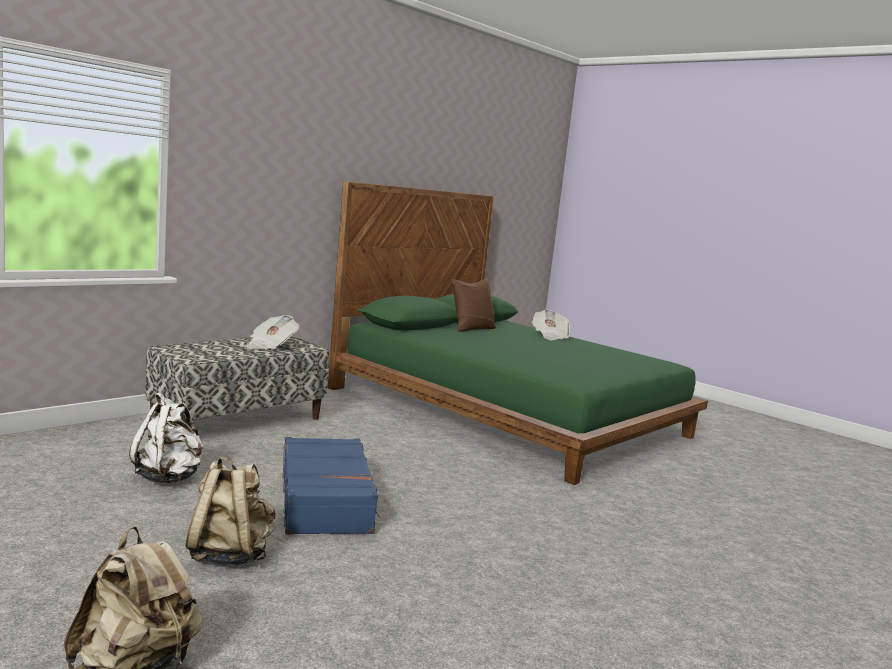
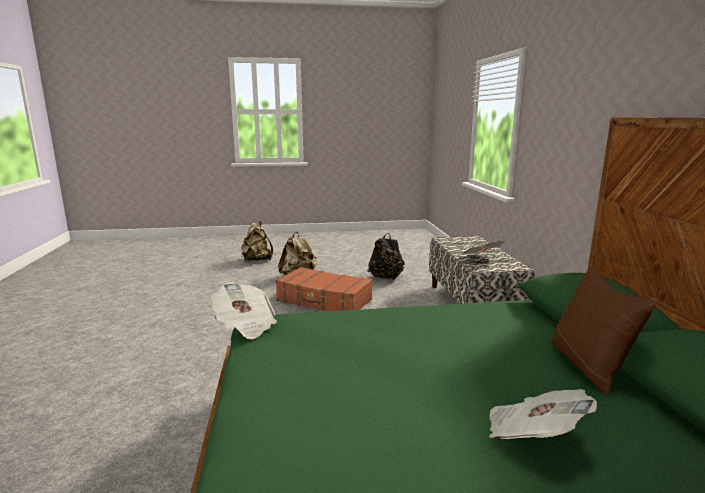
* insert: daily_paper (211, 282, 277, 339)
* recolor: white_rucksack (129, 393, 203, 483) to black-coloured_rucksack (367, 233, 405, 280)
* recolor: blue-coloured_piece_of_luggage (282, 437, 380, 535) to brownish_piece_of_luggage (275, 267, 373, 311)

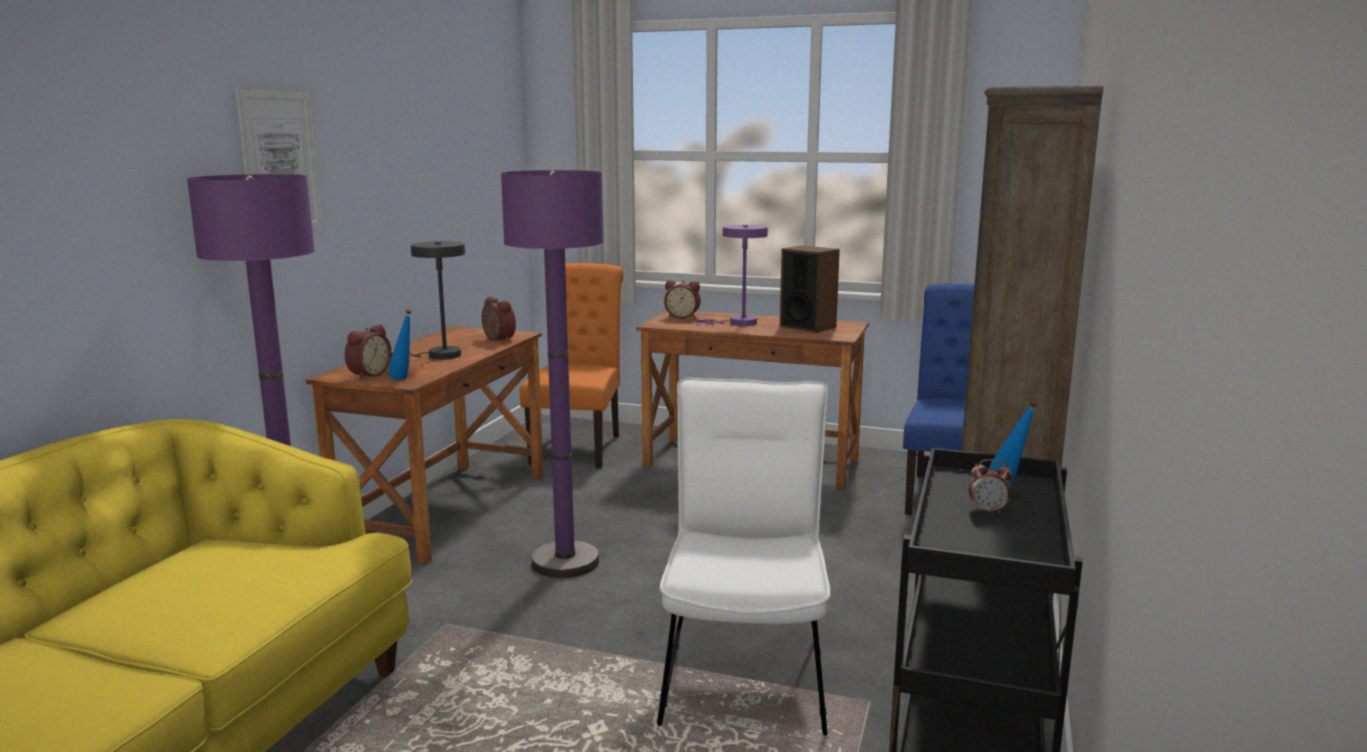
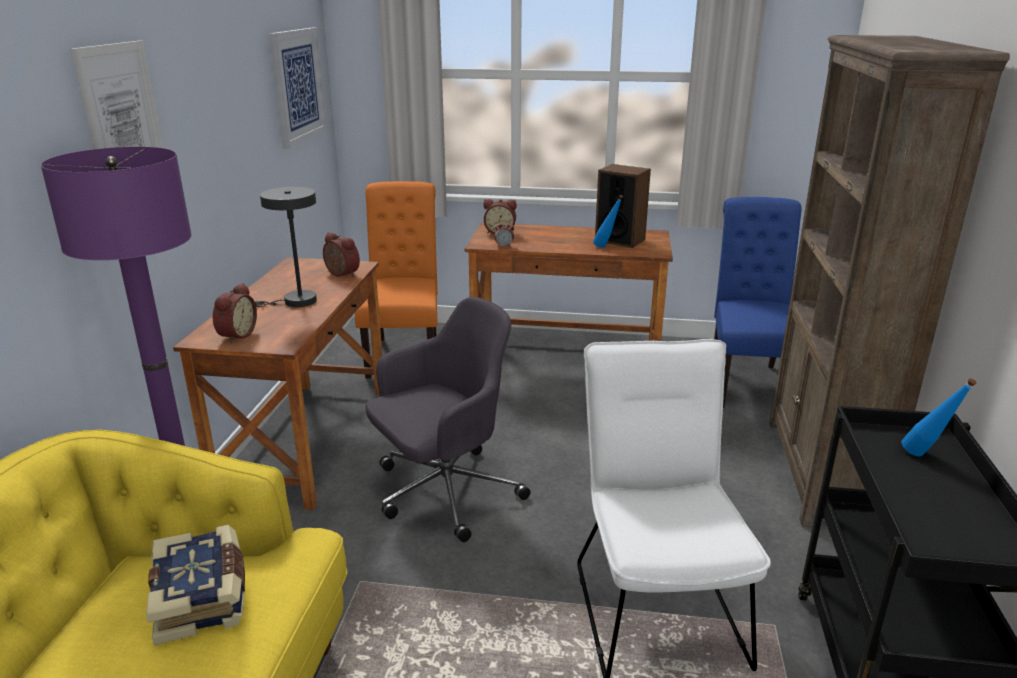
* delete: purple-coloured_tabletop_lamp (695, 225, 768, 326)
* insert: volume (146, 525, 245, 645)
* insert: picture (269, 28, 326, 149)
* move: blue-coloured_bottle (388, 309, 412, 380) to (593, 195, 623, 248)
* move: bedside_clock (969, 459, 1012, 514) to (494, 220, 514, 247)
* replace: purple-coloured_standing_lamp (501, 170, 604, 578) to greyish_desk_chair (365, 297, 530, 542)

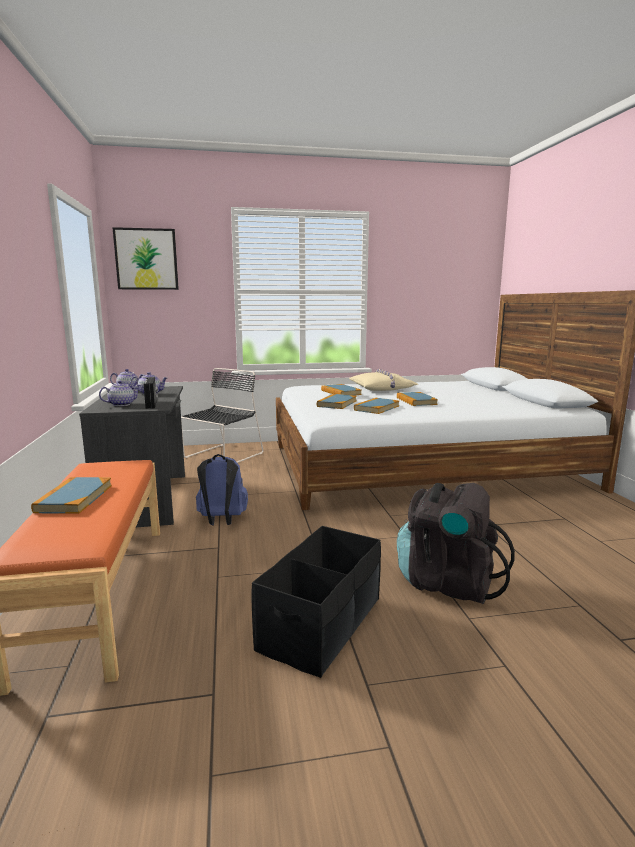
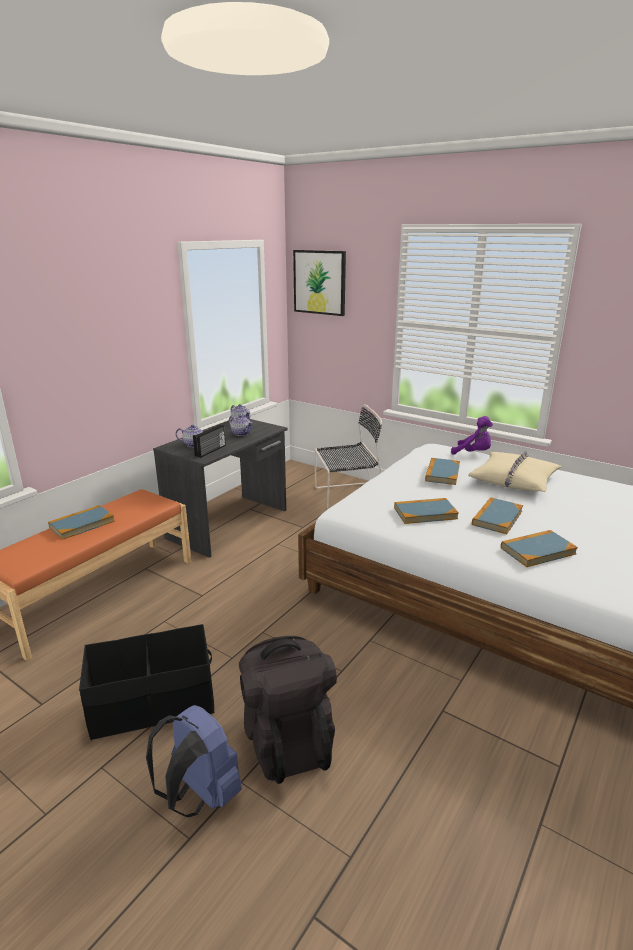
* insert: purple-coloured_soft_toy (451, 416, 493, 455)
* move: blue-coloured_rucksack (196, 454, 248, 525) to (146, 705, 242, 817)
* move: volume (317, 394, 357, 409) to (501, 530, 578, 567)

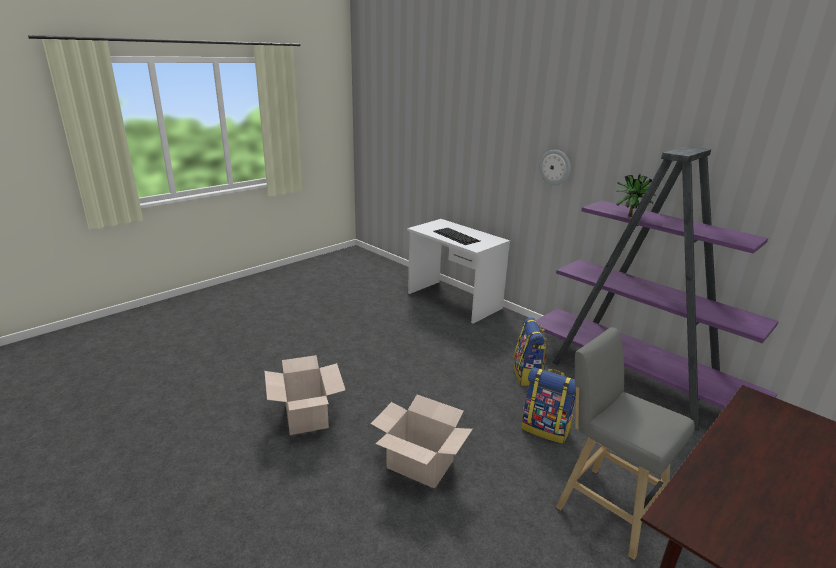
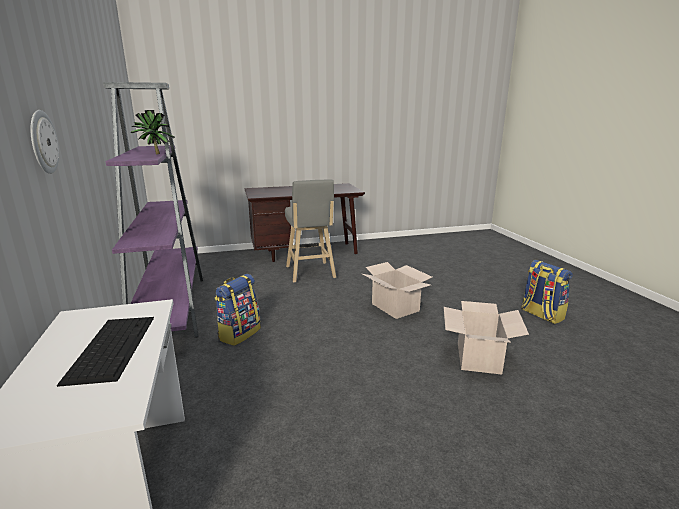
* move: rucksack (521, 367, 576, 444) to (521, 260, 573, 324)

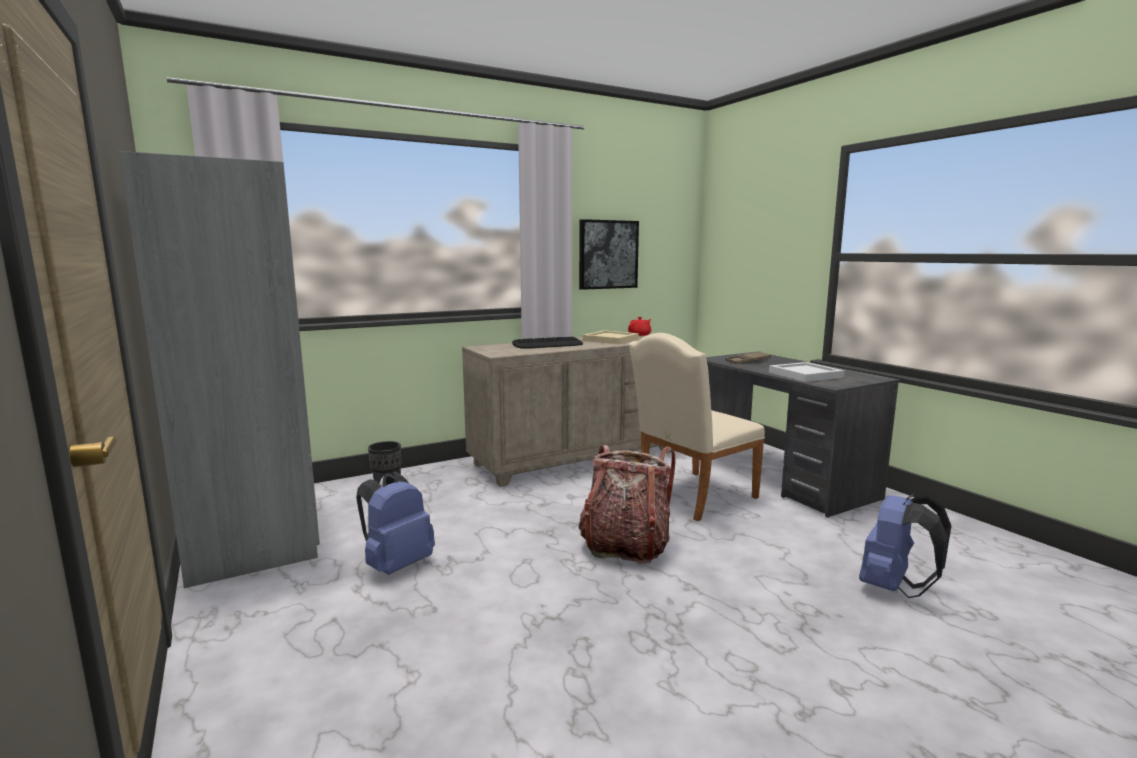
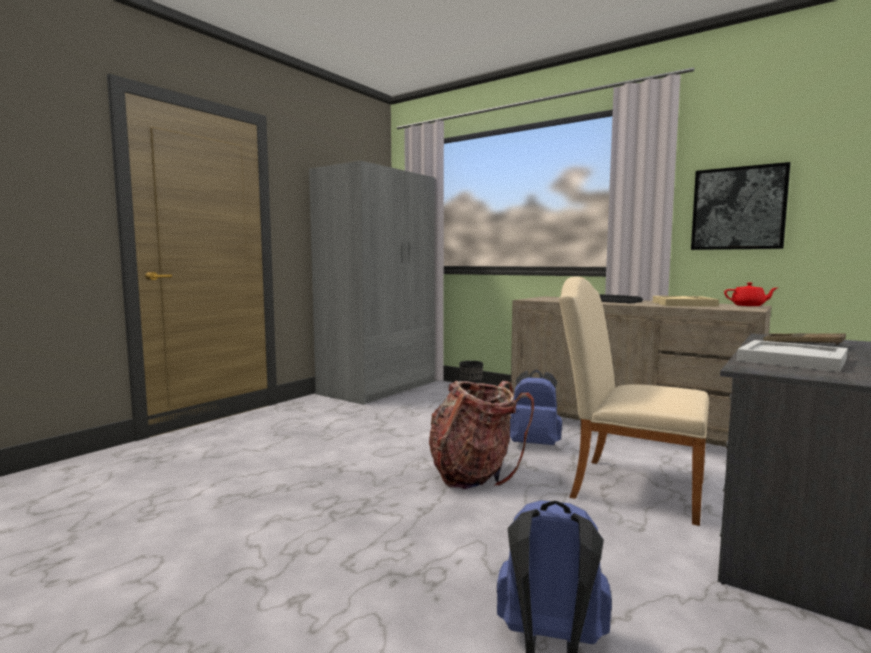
* move: blue-coloured_rucksack (356, 472, 435, 575) to (510, 369, 562, 445)

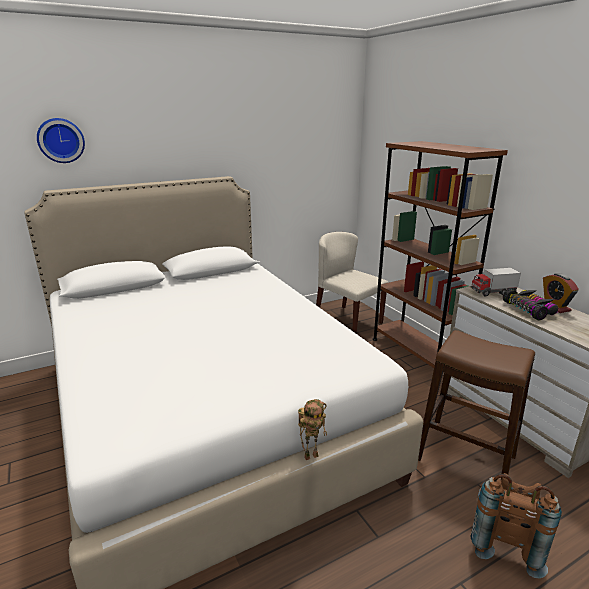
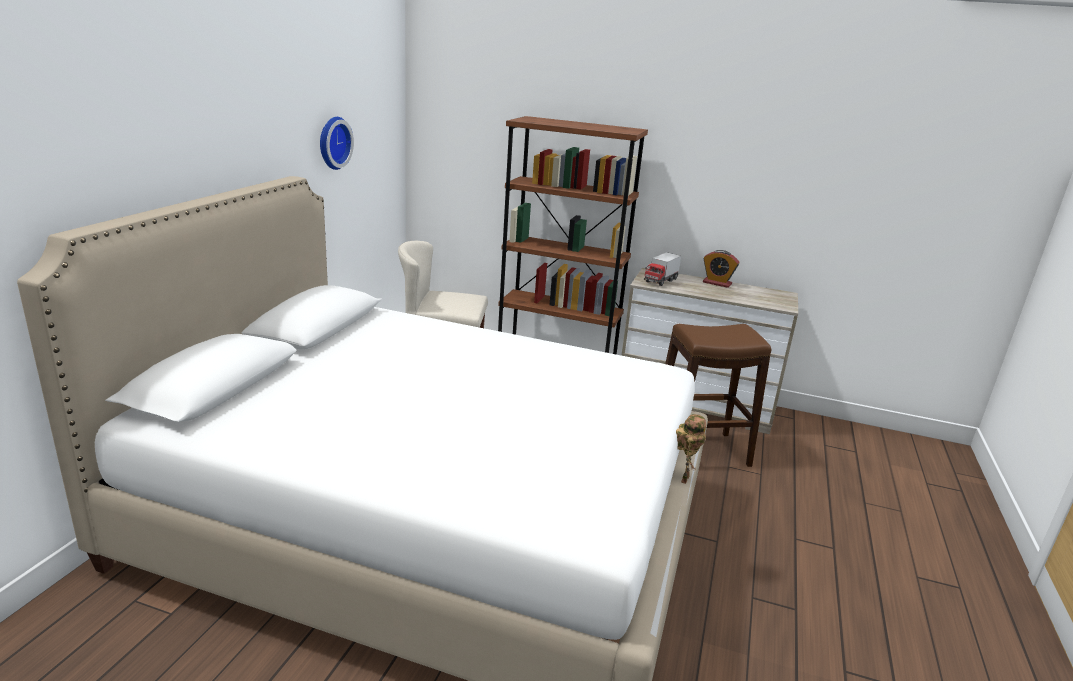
* delete: brownish_rucksack (471, 473, 562, 579)
* delete: miniature_car (503, 289, 558, 320)
* move: hanging_clock (37, 118, 85, 163) to (320, 117, 354, 170)

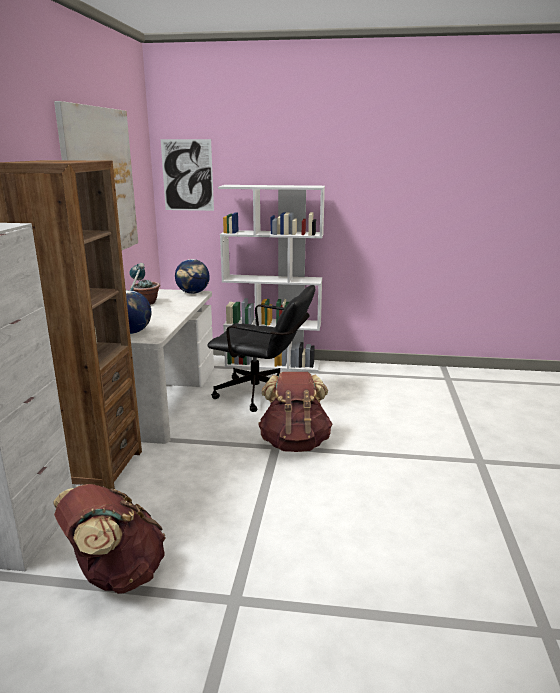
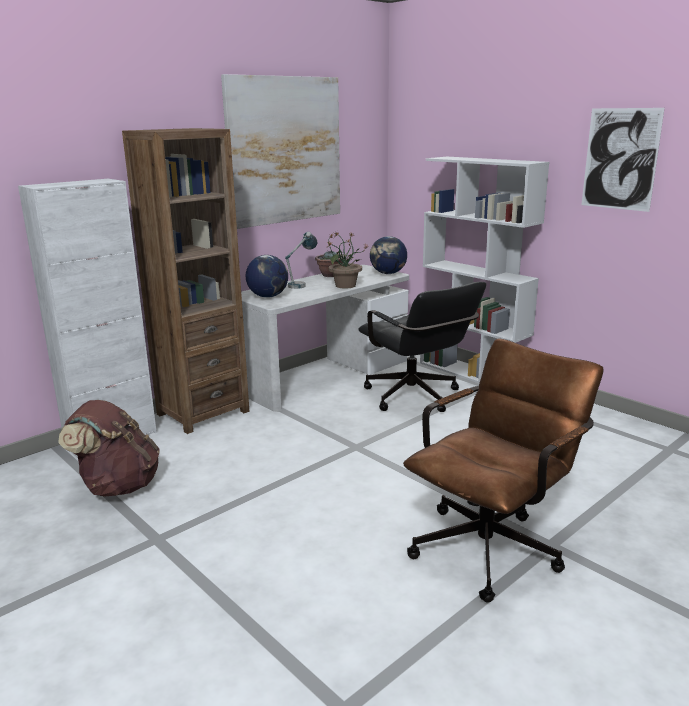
* delete: brownish_rucksack (258, 372, 333, 452)
* insert: houseplant (320, 232, 368, 289)
* insert: brownish_desk_chair (403, 338, 604, 602)
* move: picture (161, 139, 214, 211) to (582, 108, 665, 212)

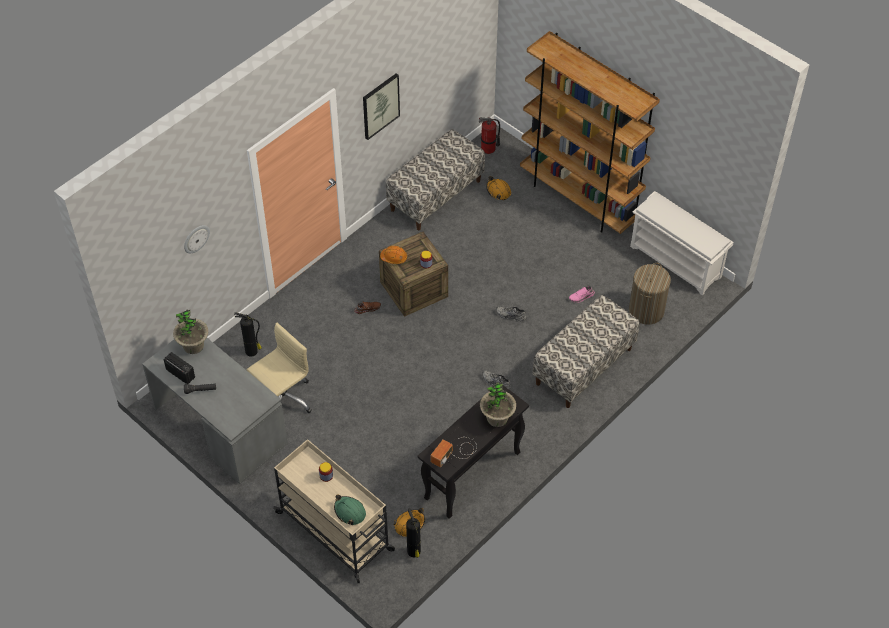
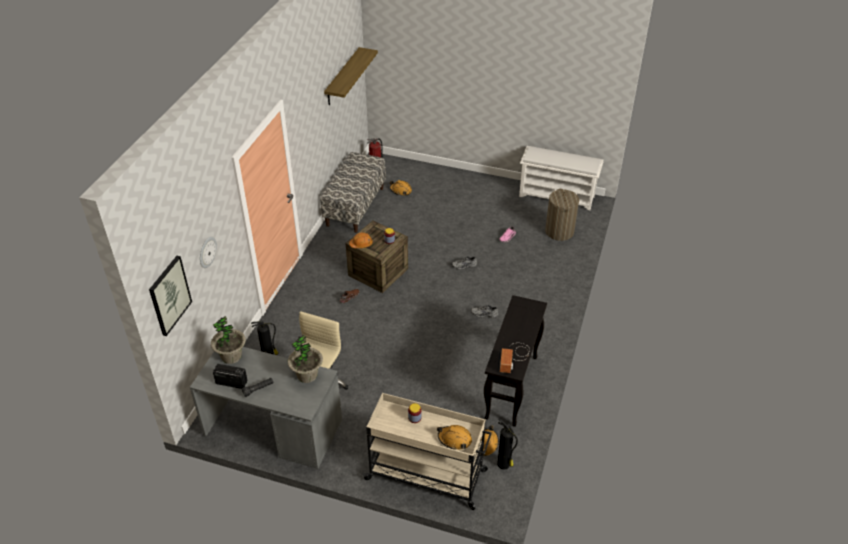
* delete: brownish_bookshelf (520, 31, 660, 234)
* delete: long_seat (532, 295, 640, 408)
* insert: wall_shelf (324, 47, 378, 105)
* move: picture (363, 74, 400, 140) to (149, 256, 192, 336)
* move: houseplant (480, 382, 516, 427) to (288, 334, 323, 383)
* recolor: greenish_work_helmet (334, 495, 366, 525) to orange-coloured_work_helmet (437, 425, 472, 450)

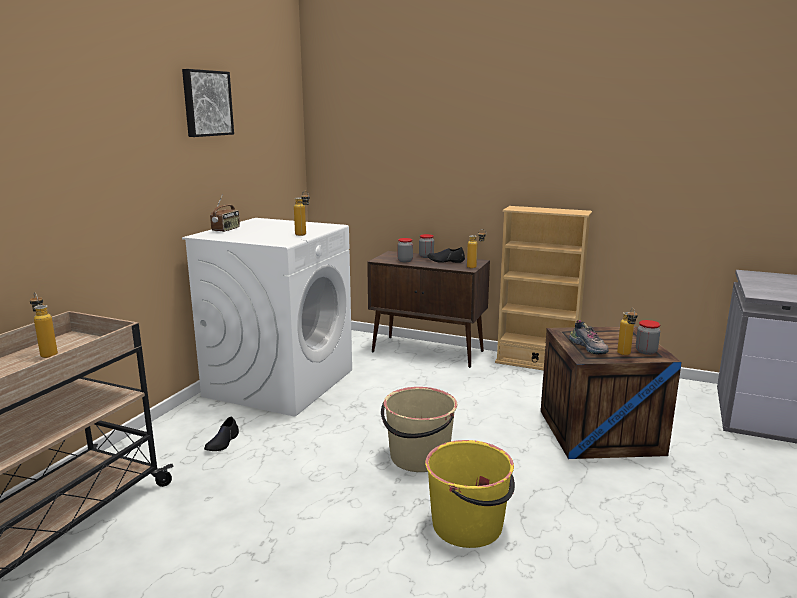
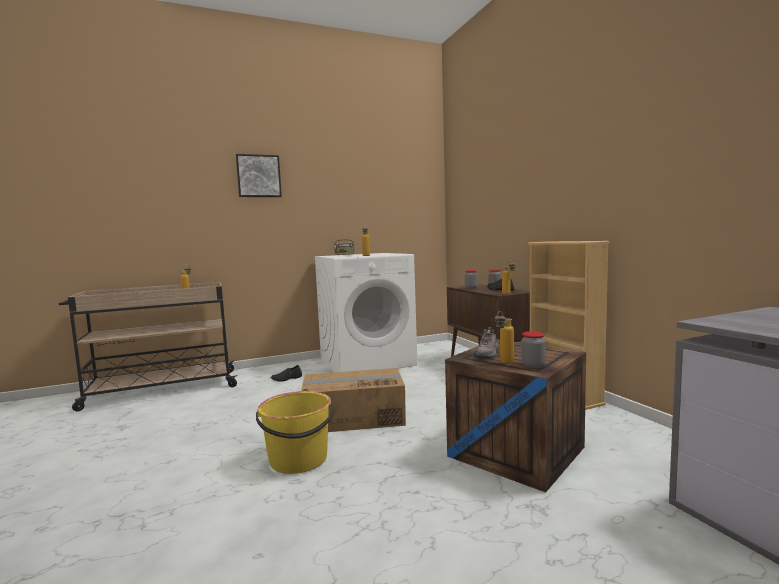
* move: picture (182, 69, 234, 137) to (236, 154, 282, 197)
* replace: beige-coloured_bucket (381, 387, 457, 472) to carton (301, 368, 406, 432)

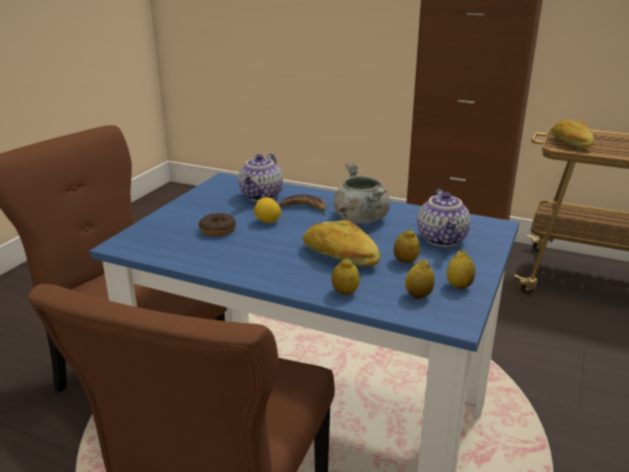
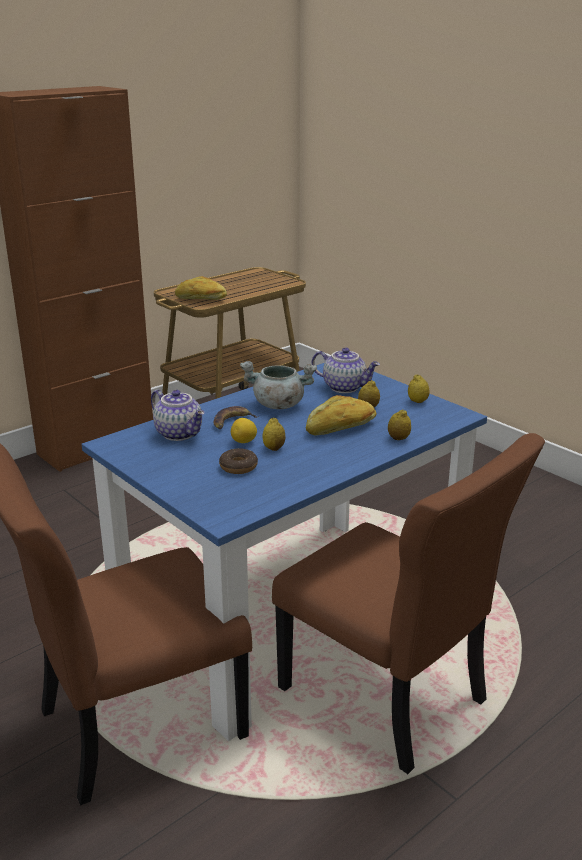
* move: whole_lemon (405, 259, 435, 299) to (262, 418, 286, 451)

